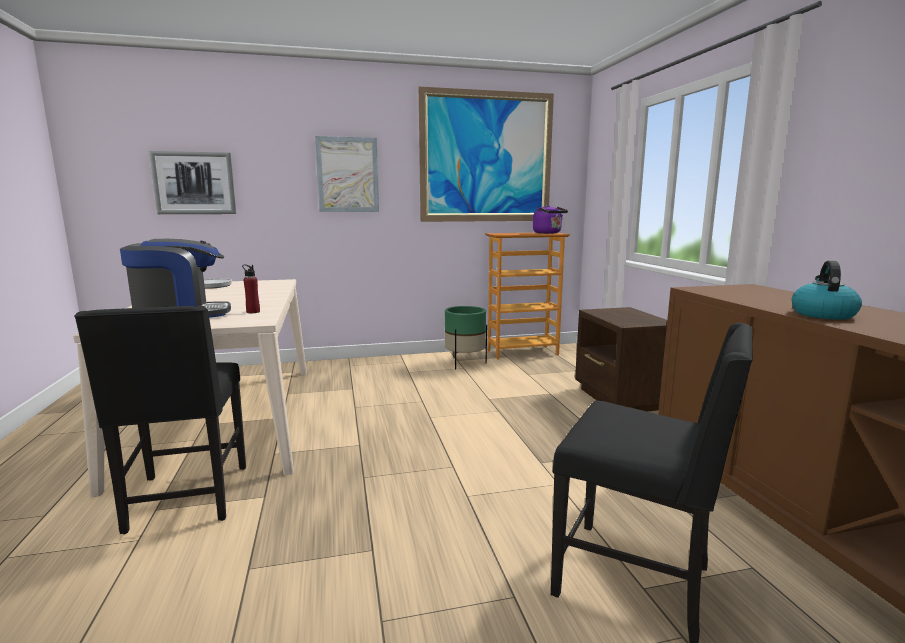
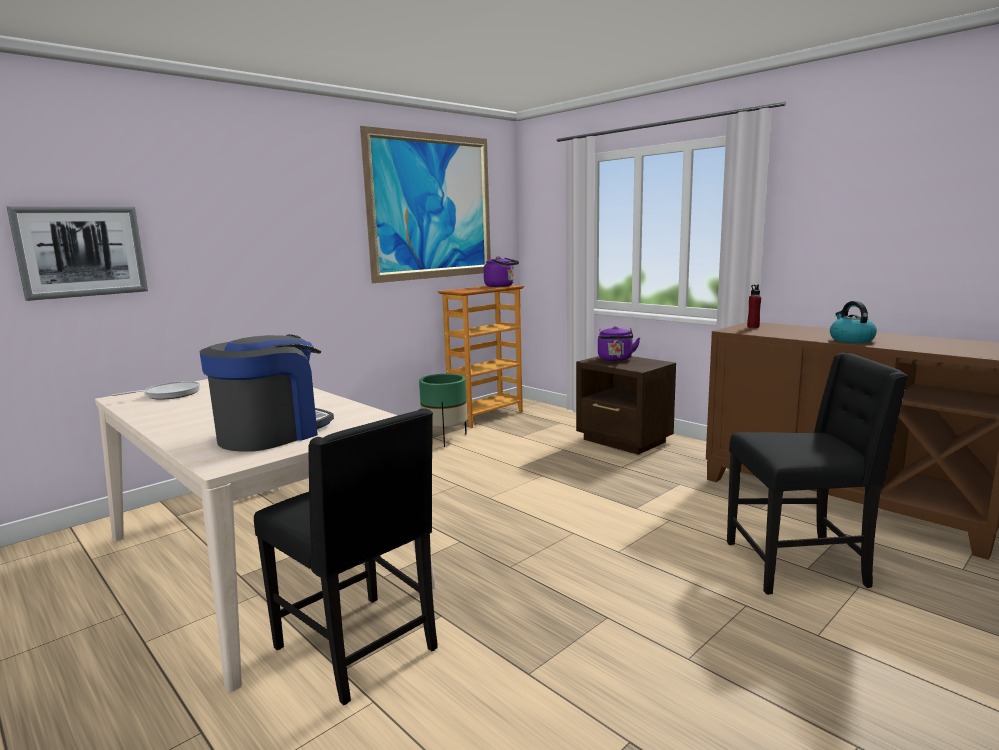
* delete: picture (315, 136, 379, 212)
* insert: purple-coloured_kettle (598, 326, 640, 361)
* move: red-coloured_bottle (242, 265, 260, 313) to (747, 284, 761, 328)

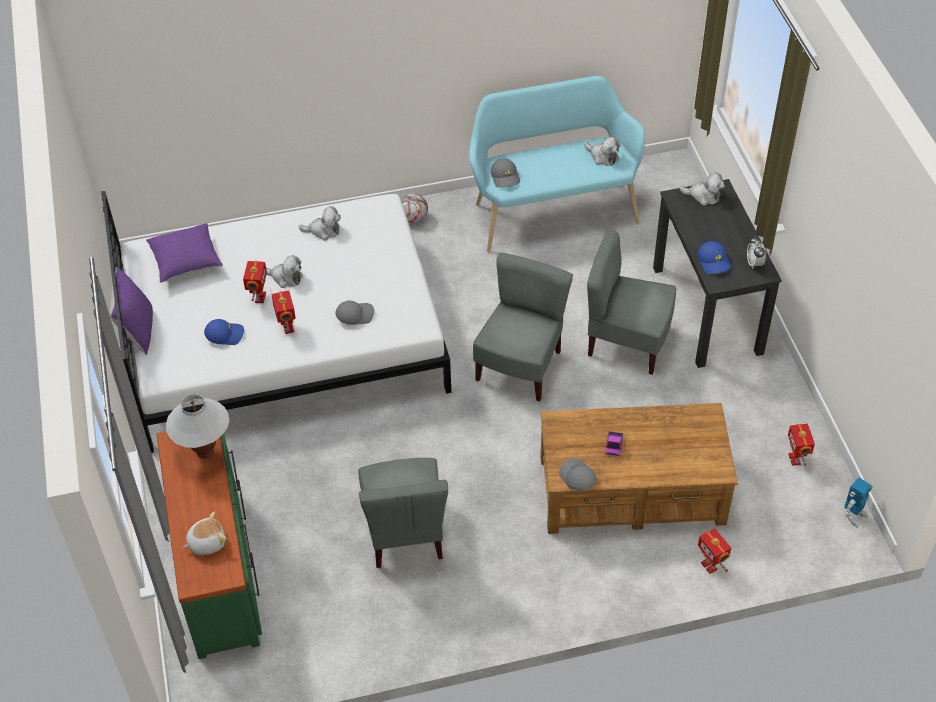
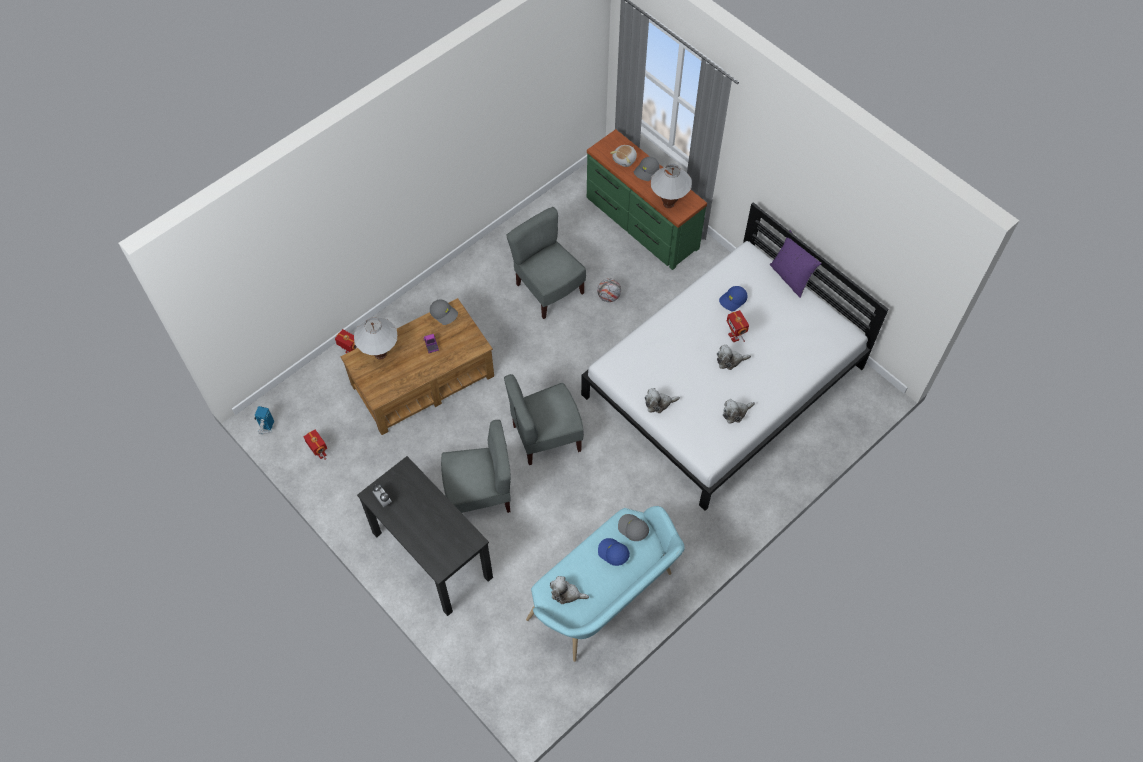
* delete: purple-coloured_throw_pillow (146, 223, 223, 283)
* delete: robot_figure (271, 290, 296, 334)
* insert: white_tabletop_lamp (354, 318, 397, 359)
* move: greyish_peaked_cap (335, 301, 374, 325) to (634, 157, 660, 181)
* move: ball_for_football (401, 193, 428, 223) to (597, 278, 621, 302)
* move: soft_toy (679, 172, 725, 206) to (645, 388, 680, 413)
* move: blue-coloured_peaked_cap (698, 241, 731, 274) to (598, 538, 630, 566)
* rotate: greyish_upright_chair (473, 253, 573, 401) = (504, 374, 584, 465) 75 degrees clockwise

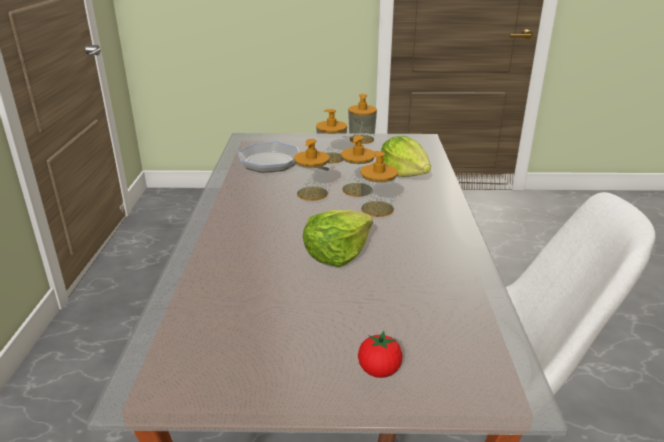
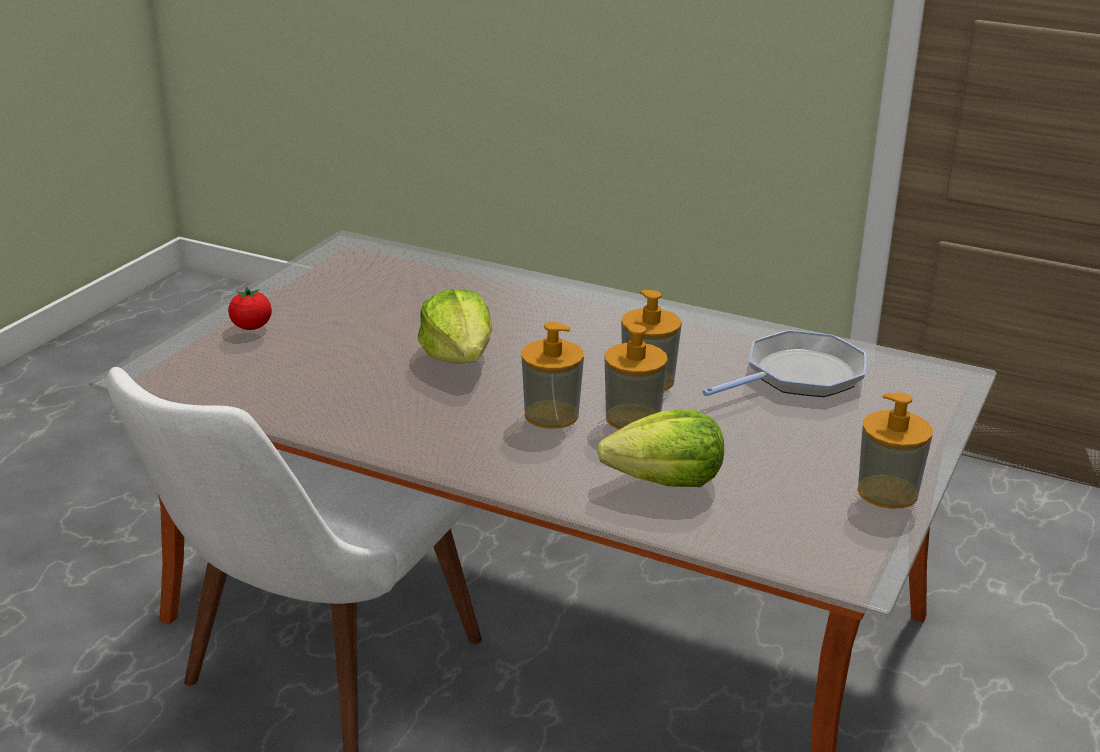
* delete: soap_dispenser (316, 109, 347, 163)

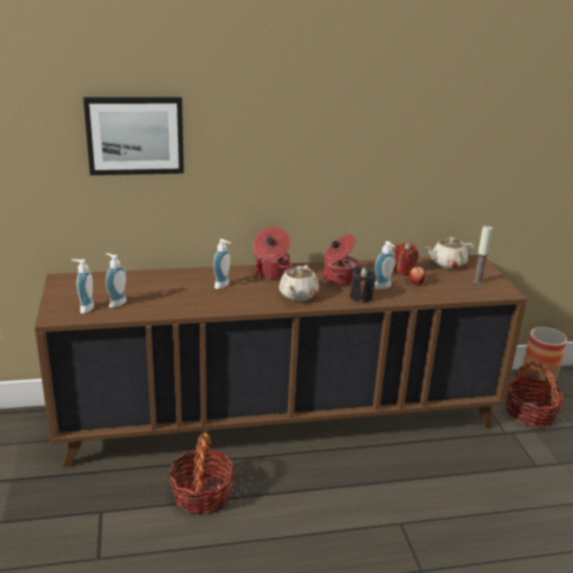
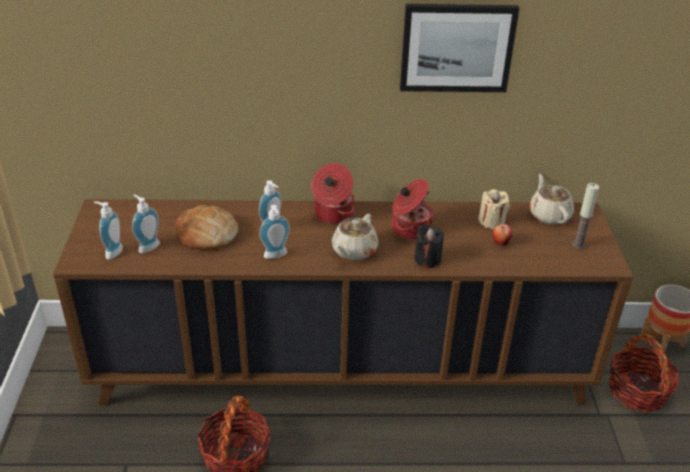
* insert: bakery_bread (175, 205, 238, 250)
* move: picture (83, 97, 184, 175) to (400, 4, 519, 92)
* move: soap_dispenser (374, 241, 396, 290) to (259, 205, 290, 259)
* recolor: red-coloured_candle (393, 242, 419, 275) to beige-coloured_candle (478, 189, 510, 229)
* rotate: beige-coloured_teapot (425, 237, 474, 269) = (529, 174, 574, 225) 90 degrees clockwise

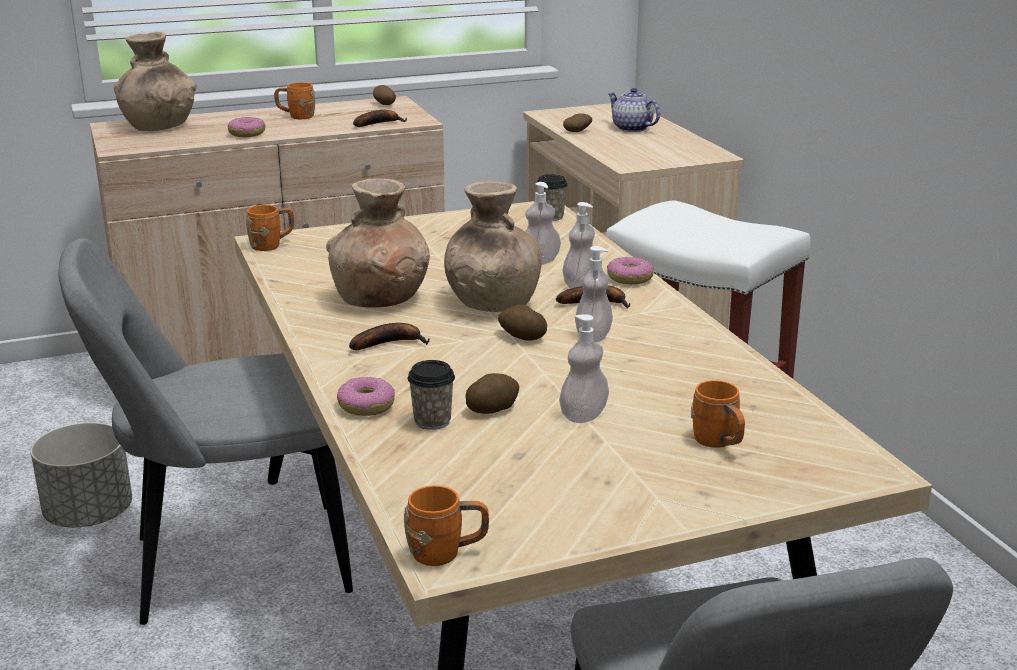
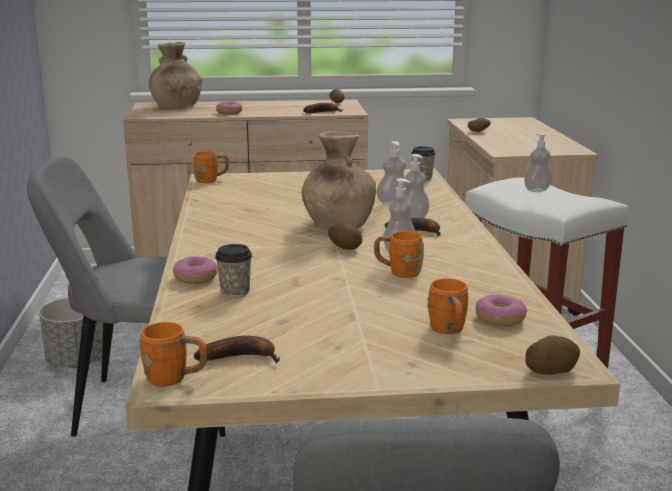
* delete: brownish_decorative_vase (326, 178, 430, 308)
* delete: teapot (608, 88, 660, 132)
* move: orange-coloured_mug (274, 82, 315, 119) to (374, 231, 424, 278)
* move: banana (349, 323, 430, 350) to (194, 336, 280, 364)
* move: spud (465, 373, 519, 414) to (525, 335, 580, 375)
* move: soap_dispenser (559, 314, 609, 423) to (524, 133, 552, 192)
* move: doughnut (607, 256, 654, 285) to (476, 294, 527, 326)

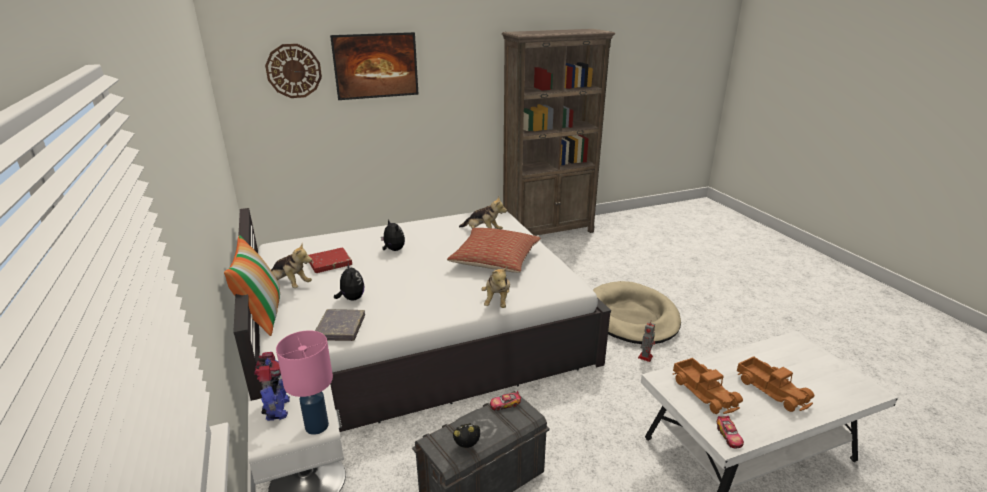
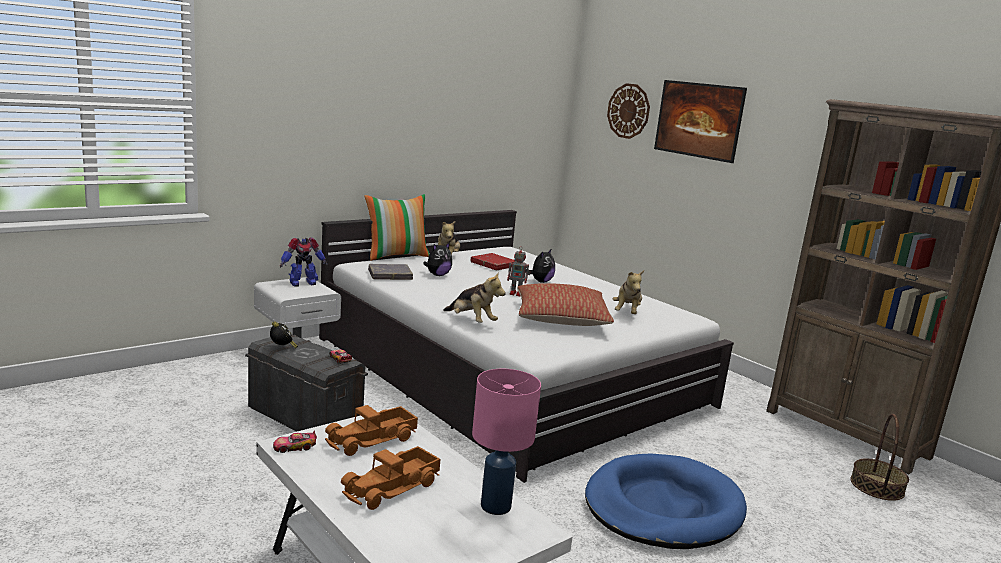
* insert: household_basket (850, 414, 909, 501)
* move: pink_tabletop_lamp (276, 330, 333, 435) to (472, 369, 541, 515)
* move: robot_figure (638, 321, 655, 362) to (507, 246, 530, 296)
* recolor: beige-coloured_dog_cushion (593, 281, 681, 344) to blue-coloured_dog_cushion (585, 453, 747, 549)
* rotate: soft_toy (481, 265, 510, 308) = (443, 272, 506, 323) 120 degrees counterclockwise

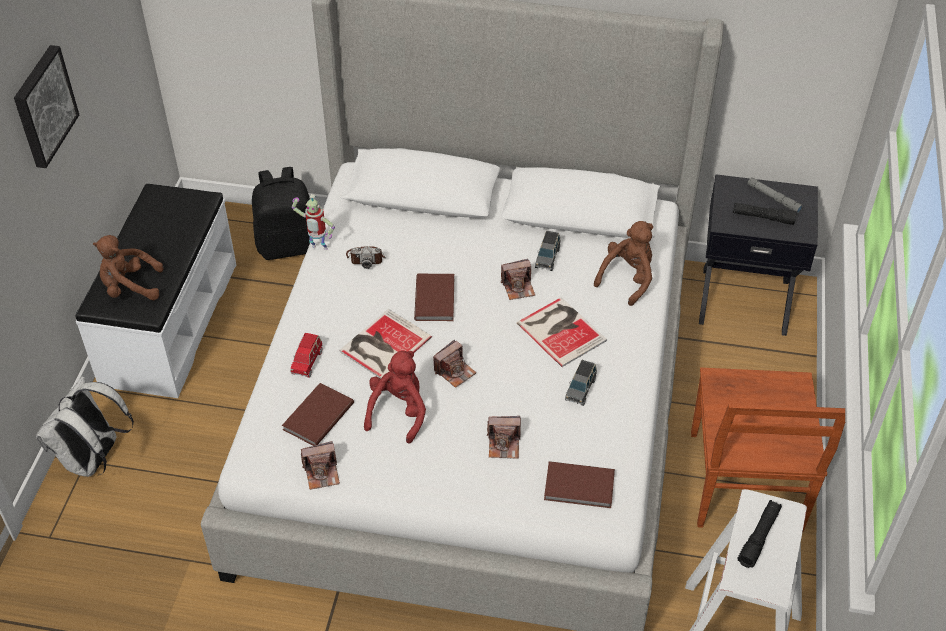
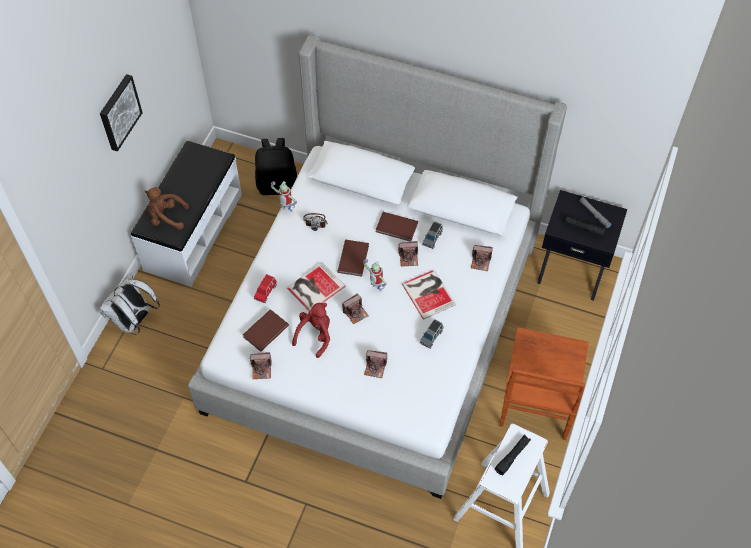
* insert: robot_figure (363, 259, 387, 292)
* move: brownish_volume (544, 461, 615, 508) to (376, 212, 418, 242)
* replace: brownish_soft_toy (594, 221, 653, 306) to still_camera (471, 245, 493, 271)

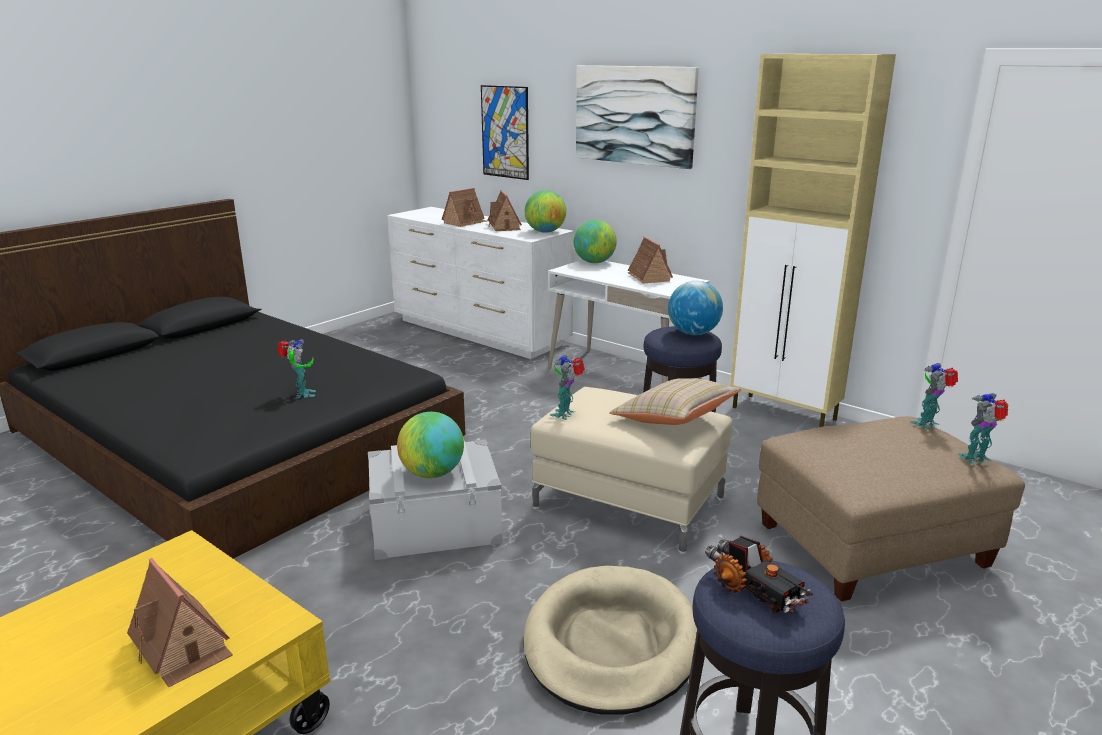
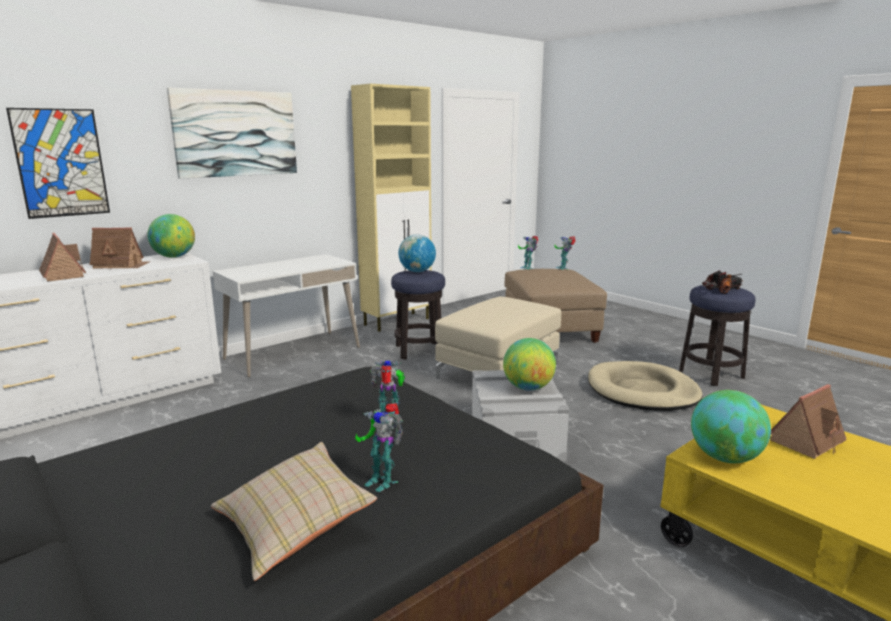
* delete: toy_house (627, 237, 673, 284)
* move: robot_figure (550, 355, 585, 420) to (355, 403, 403, 492)
* move: desk_globe (574, 220, 617, 263) to (691, 390, 771, 463)
* move: beige-coloured_throw_pillow (609, 378, 741, 425) to (211, 442, 377, 581)

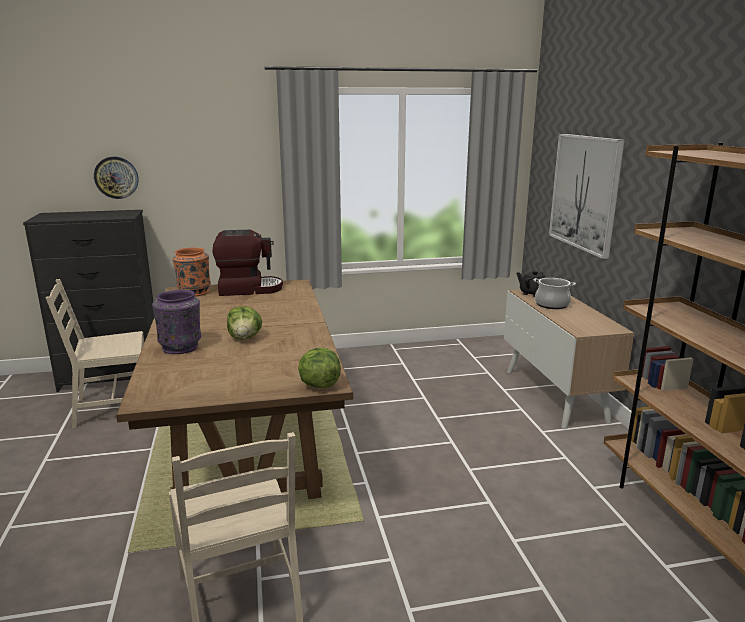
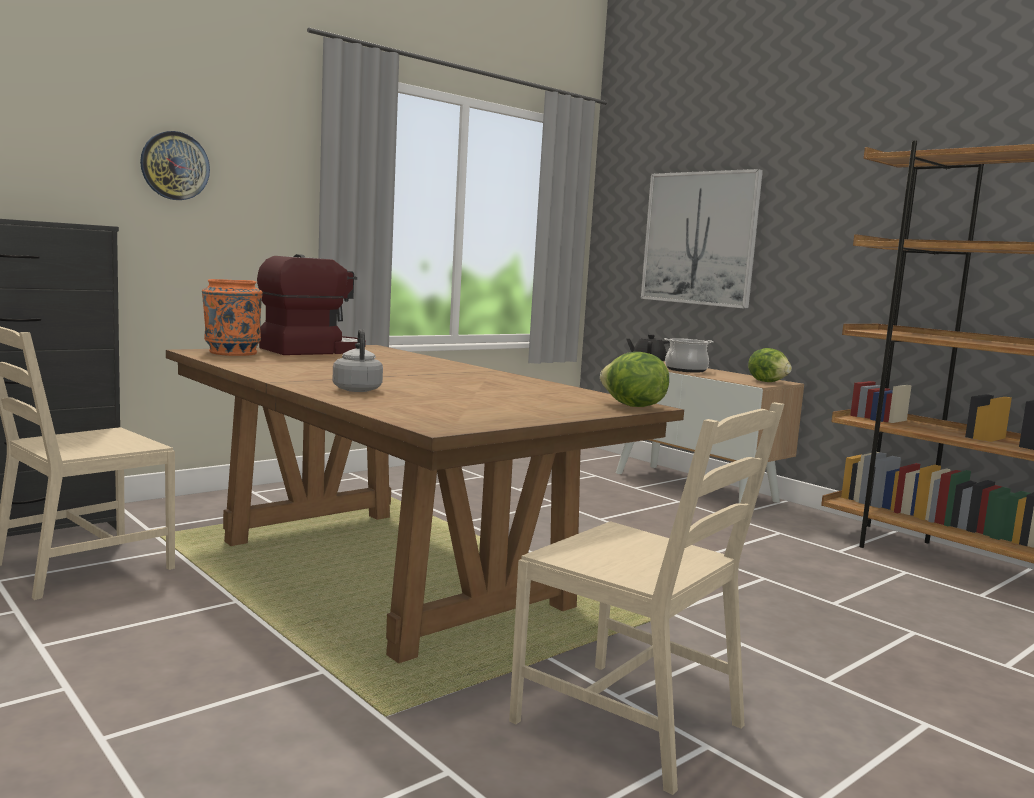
* move: hanging_clock (94, 157, 139, 199) to (140, 131, 210, 200)
* move: lettuce_head (227, 306, 262, 340) to (748, 348, 792, 382)
* replace: purple-coloured_decorative_vase (152, 289, 201, 354) to greyish_kettle (333, 329, 383, 392)

